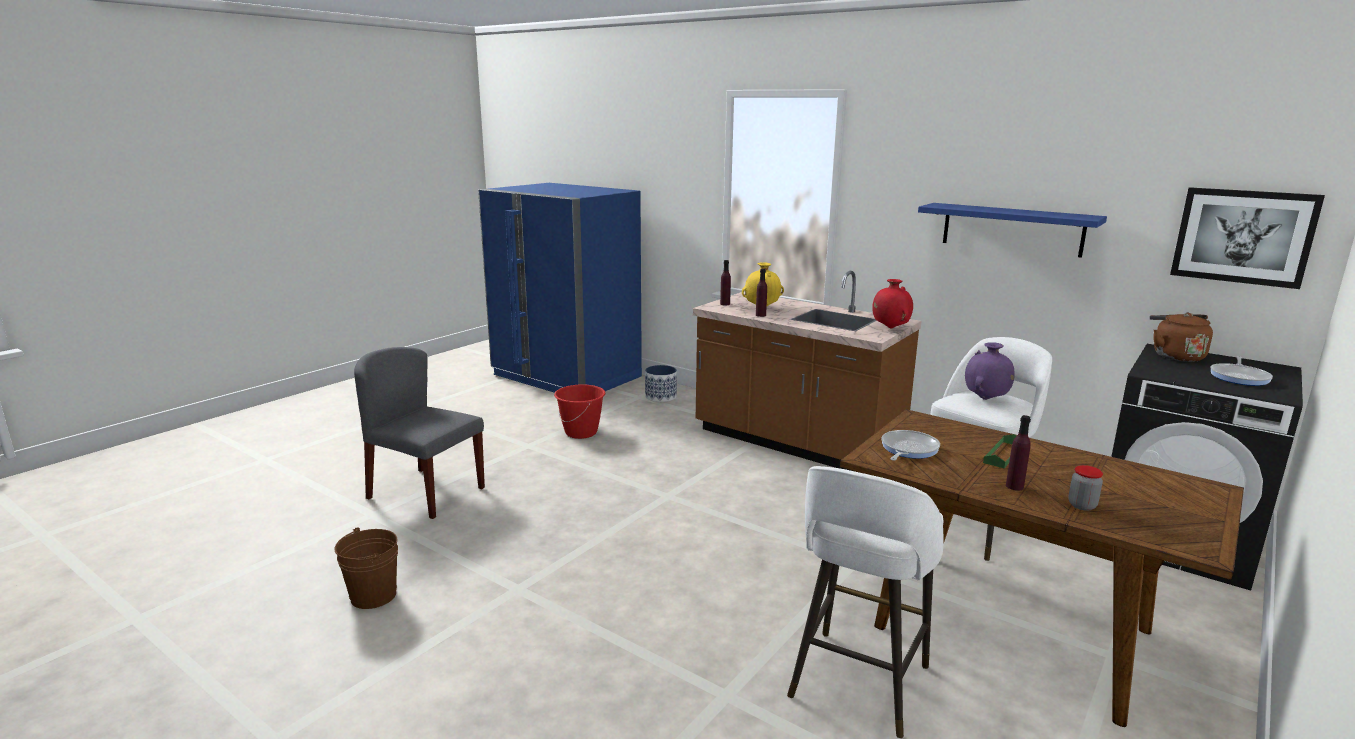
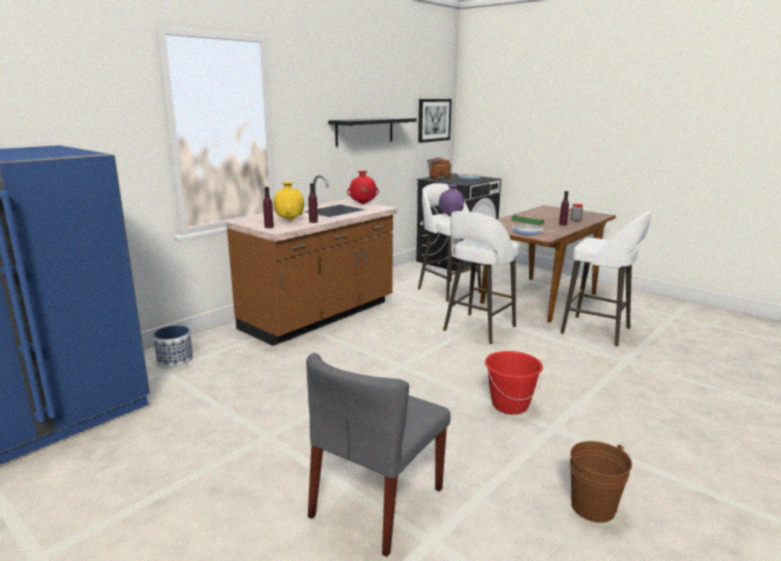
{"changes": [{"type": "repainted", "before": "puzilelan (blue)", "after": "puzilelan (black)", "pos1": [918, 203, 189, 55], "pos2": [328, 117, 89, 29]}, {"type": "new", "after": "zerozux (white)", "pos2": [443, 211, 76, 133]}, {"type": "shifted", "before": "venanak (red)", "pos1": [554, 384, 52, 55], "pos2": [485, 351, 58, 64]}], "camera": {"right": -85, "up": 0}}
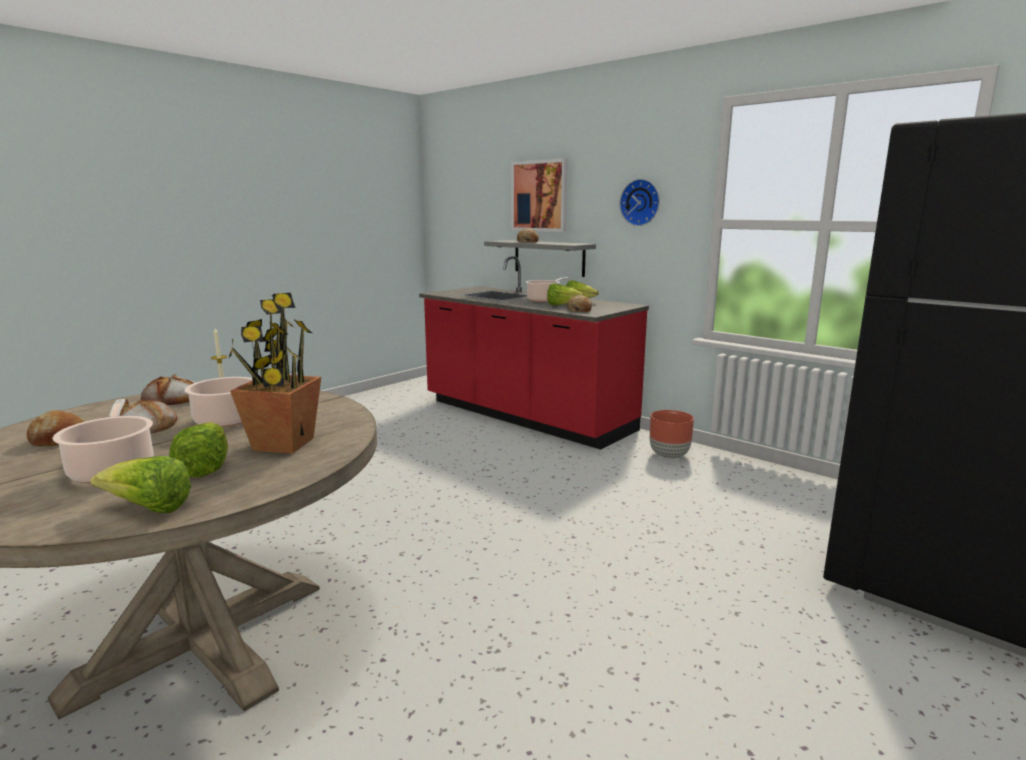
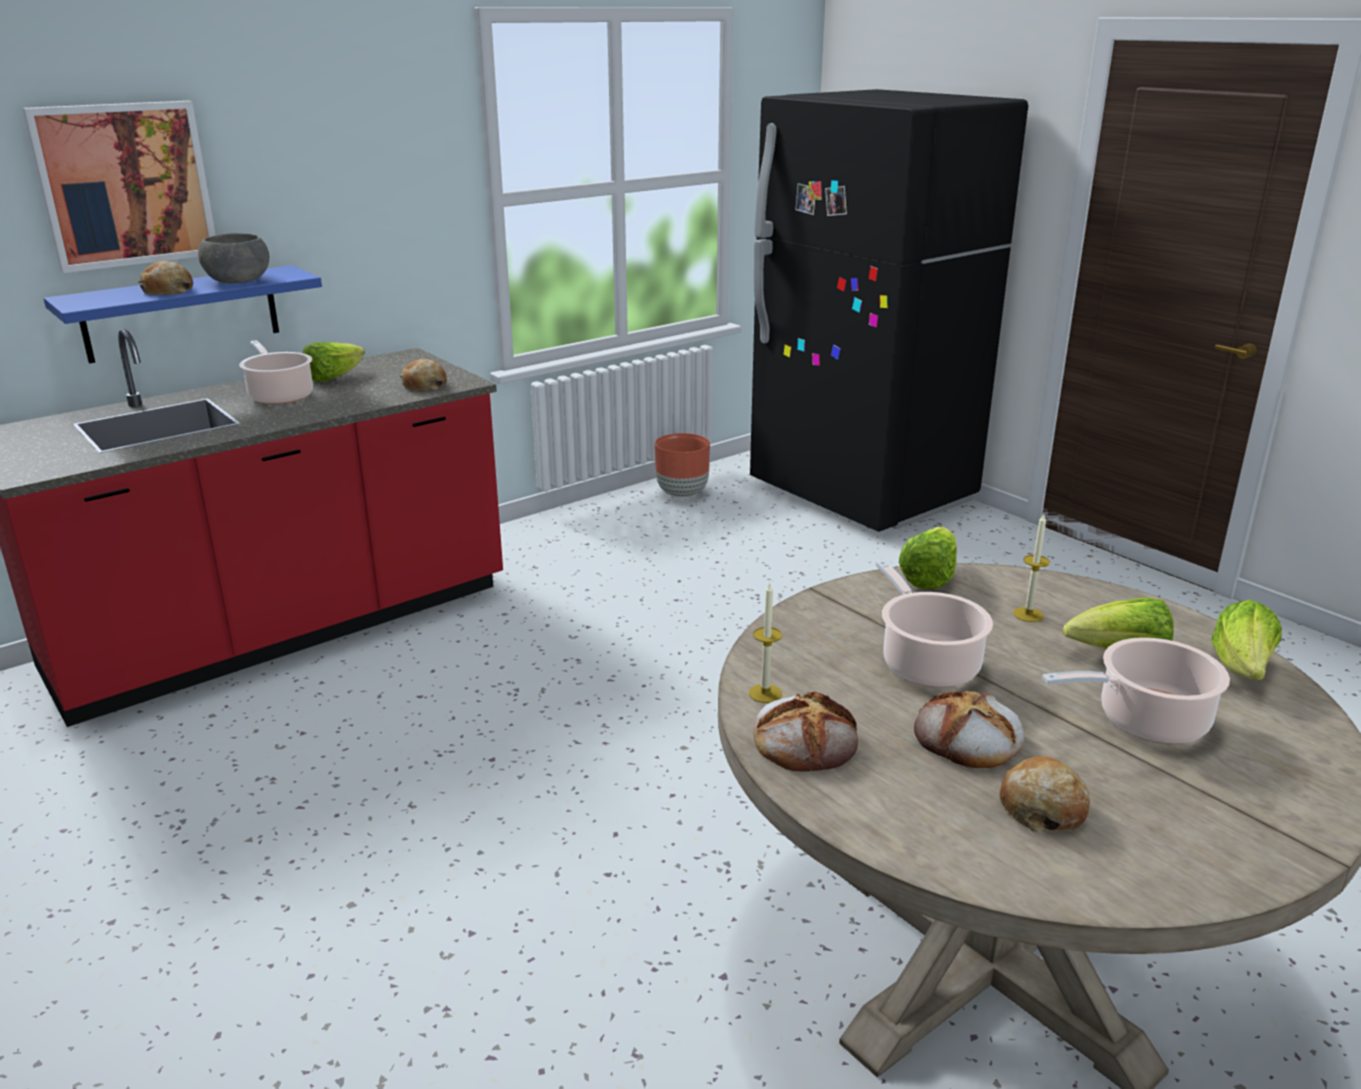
{"changes": [{"type": "repainted", "before": "puzilelan (grey)", "after": "puzilelan (blue)", "pos1": [484, 240, 112, 37], "pos2": [44, 265, 278, 98]}, {"type": "new", "after": "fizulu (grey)", "pos2": [198, 233, 71, 50]}, {"type": "shifted", "before": "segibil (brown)", "pos1": [650, 410, 44, 49], "pos2": [655, 433, 55, 65]}, {"type": "shifted", "before": "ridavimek", "pos1": [547, 283, 37, 23], "pos2": [899, 527, 58, 62]}, {"type": "swapped", "before": "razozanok", "after": "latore", "pos1": [228, 293, 93, 161], "pos2": [1013, 514, 37, 108]}, {"type": "gone", "before": "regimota", "pos1": [620, 179, 40, 47]}], "camera": {"right": -80, "up": 10}}
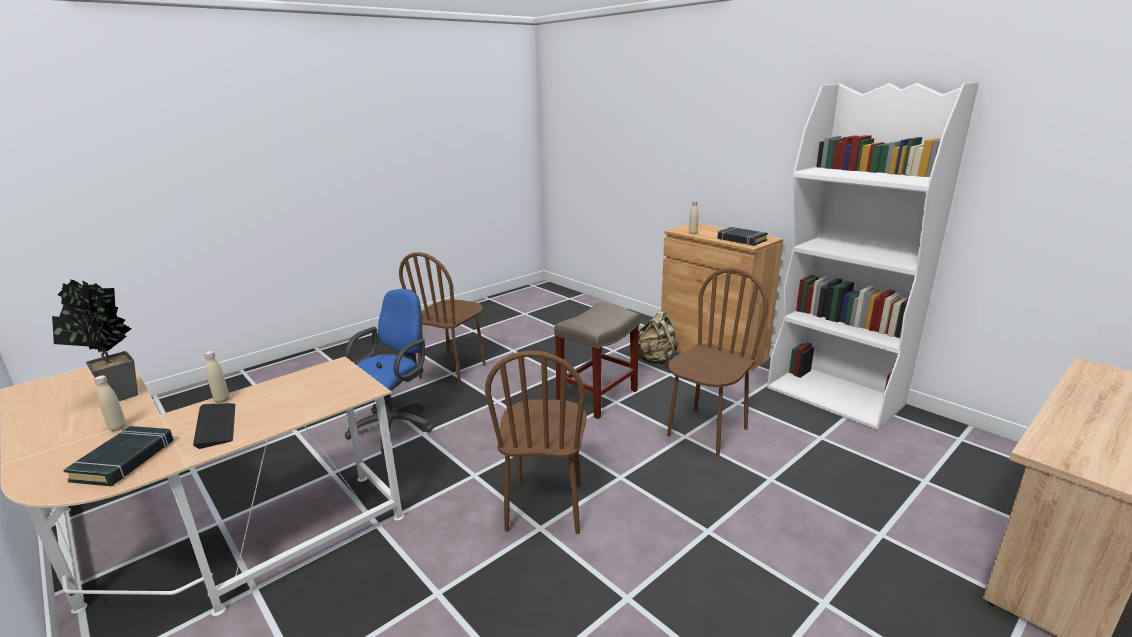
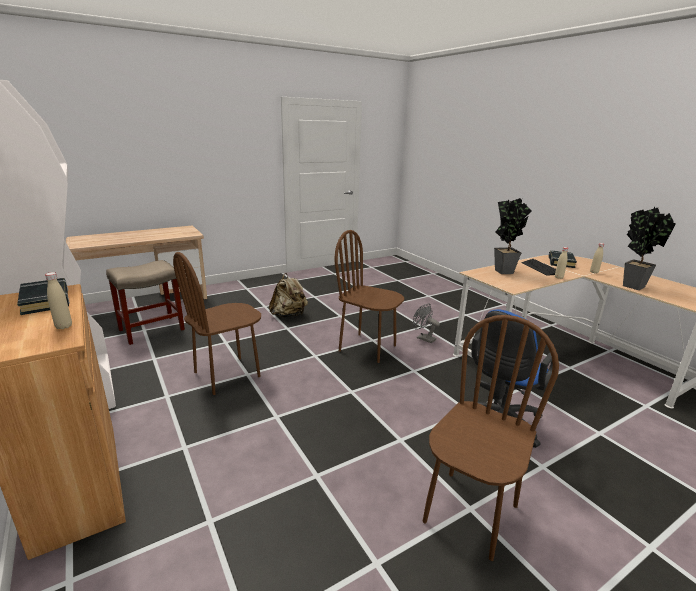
{"changes": [{"type": "shifted", "before": "zerozux (beige)", "pos1": [554, 303, 86, 116], "pos2": [106, 260, 79, 85]}, {"type": "shifted", "before": "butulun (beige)", "pos1": [638, 311, 40, 56], "pos2": [269, 273, 39, 45]}, {"type": "rotated", "before": "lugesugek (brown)", "pos1": [485, 350, 102, 184], "pos2": [335, 230, 69, 133], "turn": -75}, {"type": "new", "after": "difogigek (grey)", "pos2": [413, 304, 27, 39]}, {"type": "new", "after": "razozanok", "pos2": [494, 198, 38, 76]}], "camera": {"right": -170, "up": 0}}
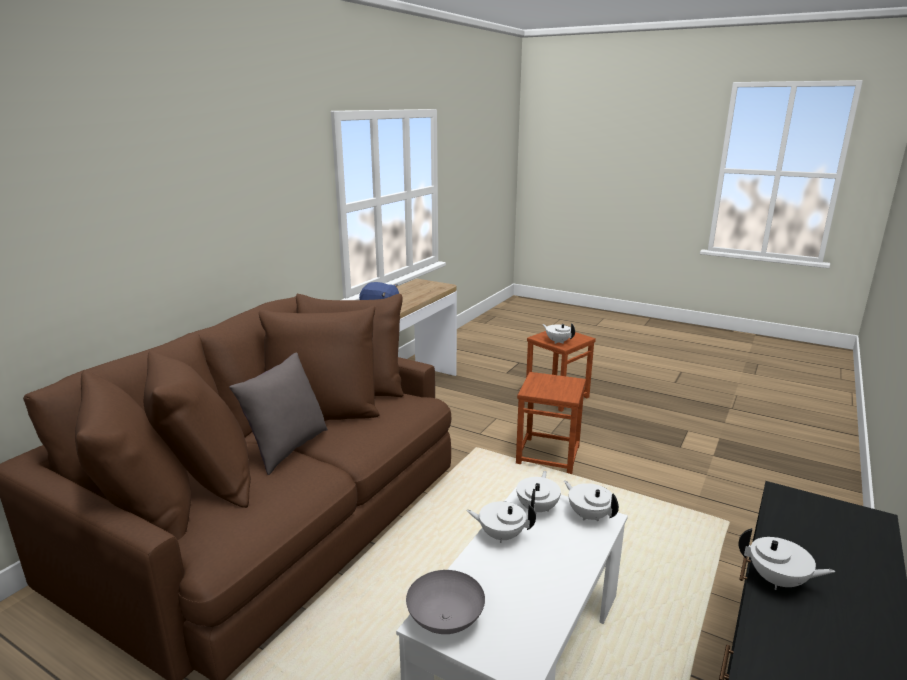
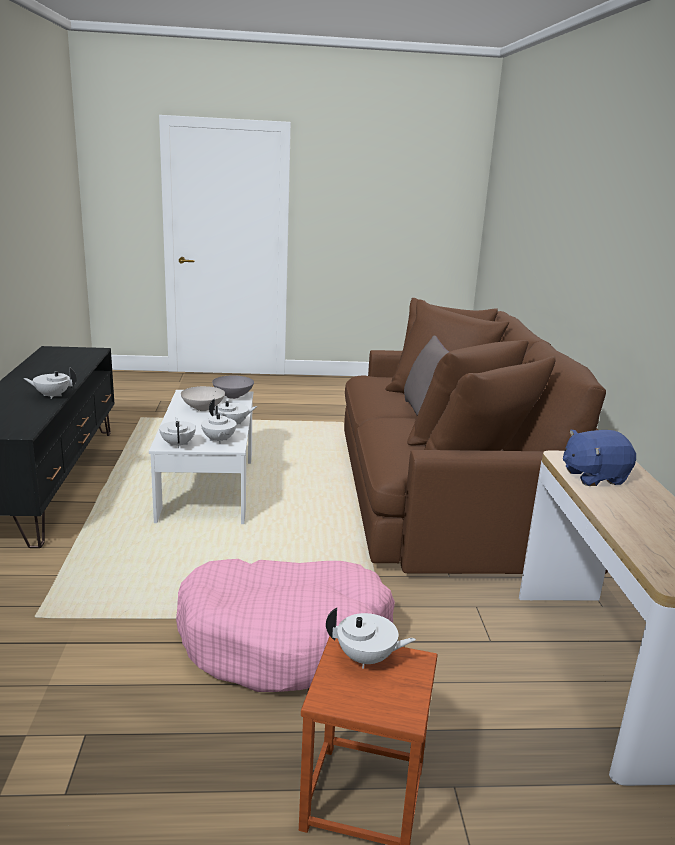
{"changes": [{"type": "rotated", "before": "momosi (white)", "pos1": [564, 481, 55, 40], "pos2": [159, 418, 37, 30], "turn": -120}, {"type": "swapped", "before": "zerozux (brown)", "after": "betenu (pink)", "pos1": [516, 372, 70, 102], "pos2": [176, 559, 219, 133]}, {"type": "new", "after": "fizulu (white)", "pos2": [181, 386, 44, 25]}], "camera": {"right": 145, "up": 0}}
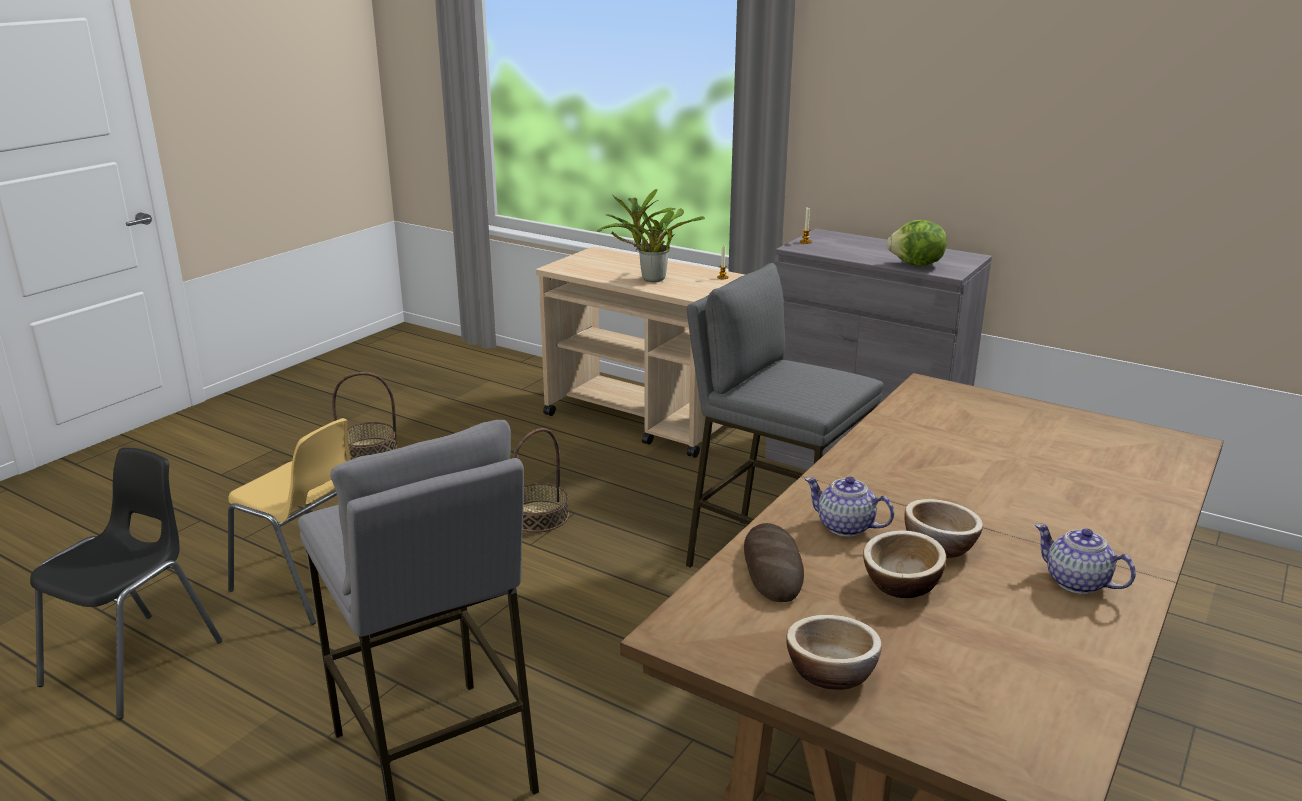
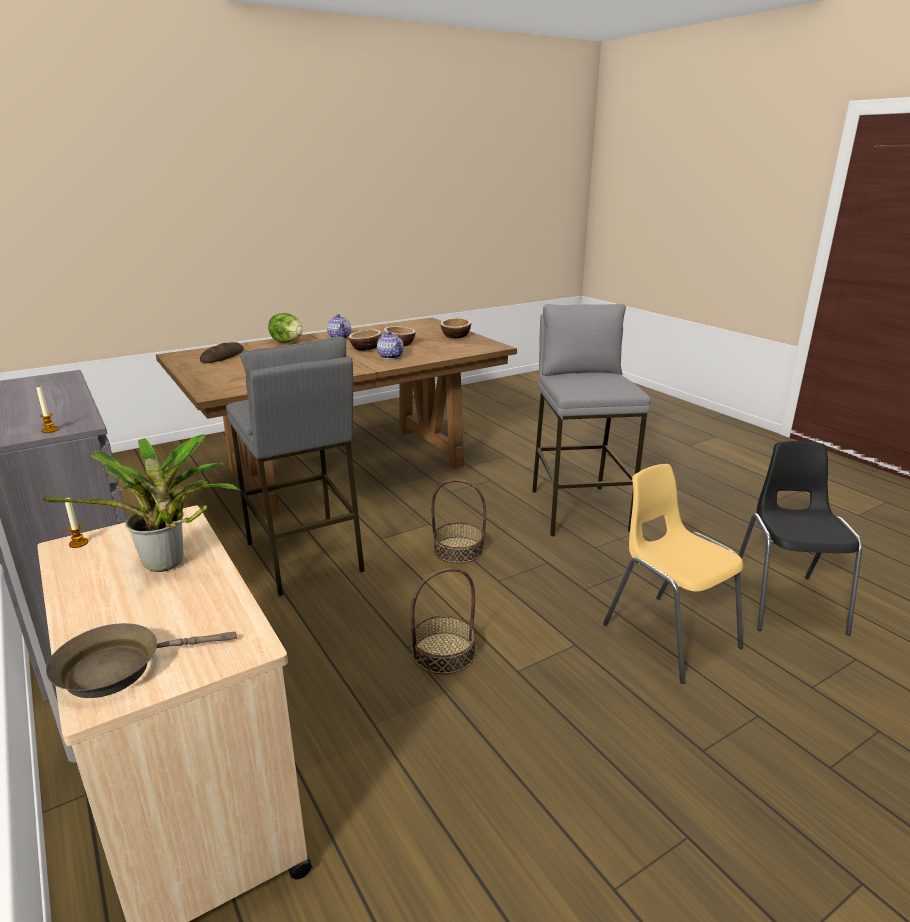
{"changes": [{"type": "new", "after": "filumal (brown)", "pos2": [46, 623, 191, 75]}, {"type": "shifted", "before": "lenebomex", "pos1": [744, 523, 60, 79], "pos2": [200, 342, 44, 21]}, {"type": "shifted", "before": "ridavimek", "pos1": [887, 220, 60, 46], "pos2": [268, 313, 35, 30]}, {"type": "shifted", "before": "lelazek", "pos1": [332, 372, 65, 88], "pos2": [431, 479, 55, 85]}, {"type": "rotated", "before": "lugesugek (black)", "pos1": [30, 448, 192, 272], "pos2": [734, 441, 129, 194], "turn": 135}], "camera": {"right": -155, "up": 0}}
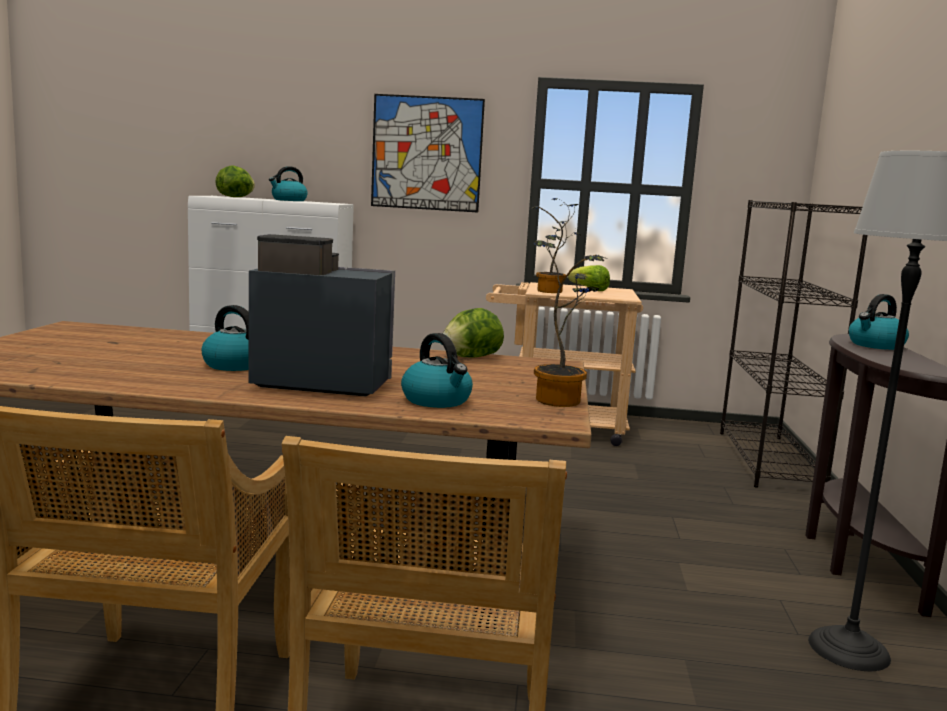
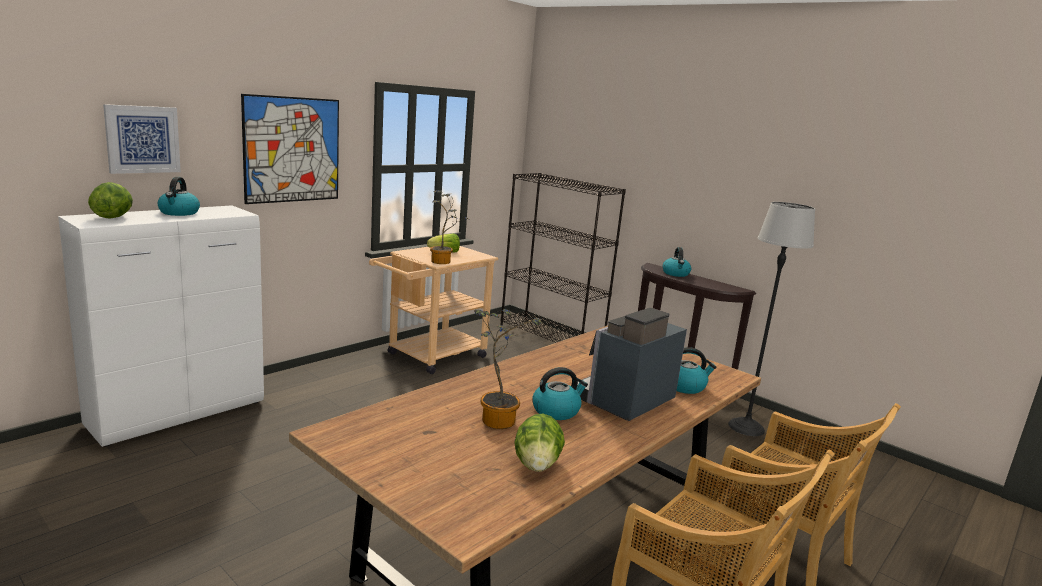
{"changes": [{"type": "new", "after": "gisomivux", "pos2": [103, 104, 78, 70]}, {"type": "shifted", "before": "razozanok", "pos1": [534, 235, 74, 172], "pos2": [474, 308, 69, 121]}, {"type": "shifted", "before": "ridavimek", "pos1": [443, 308, 61, 49], "pos2": [514, 413, 51, 59]}], "camera": {"right": -55, "up": 5}}
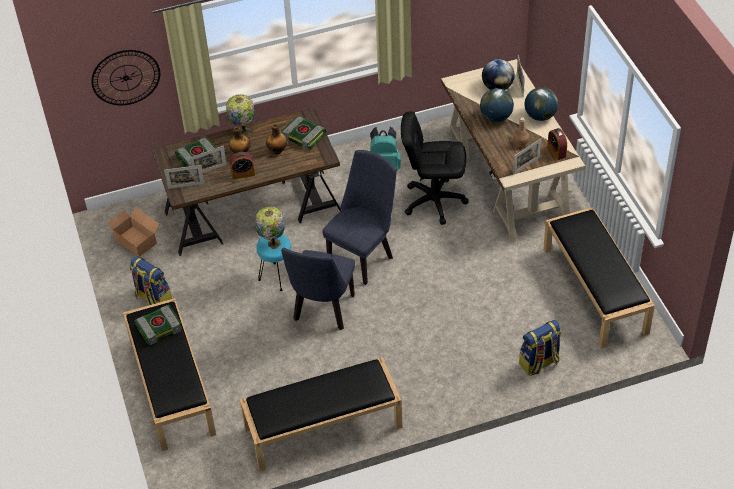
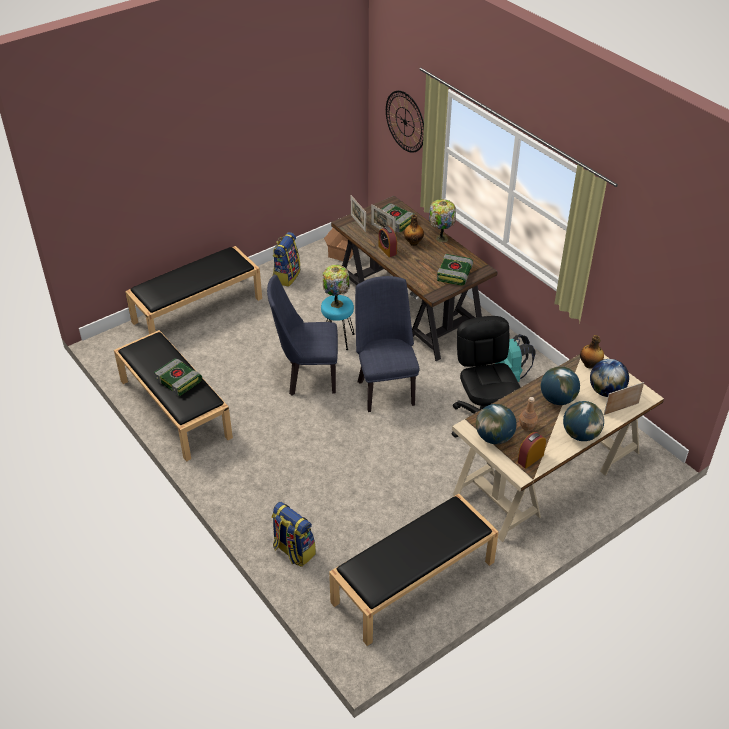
{"changes": [{"type": "shifted", "before": "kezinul", "pos1": [134, 305, 48, 40], "pos2": [154, 358, 48, 38]}, {"type": "rotated", "before": "lugesugek (blue)", "pos1": [322, 150, 74, 135], "pos2": [355, 276, 64, 136], "turn": -120}, {"type": "swapped", "before": "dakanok", "after": "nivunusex", "pos1": [513, 139, 28, 36], "pos2": [476, 404, 41, 40]}, {"type": "shifted", "before": "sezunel", "pos1": [266, 124, 21, 30], "pos2": [580, 335, 24, 33]}], "camera": {"right": 70, "up": -5}}
